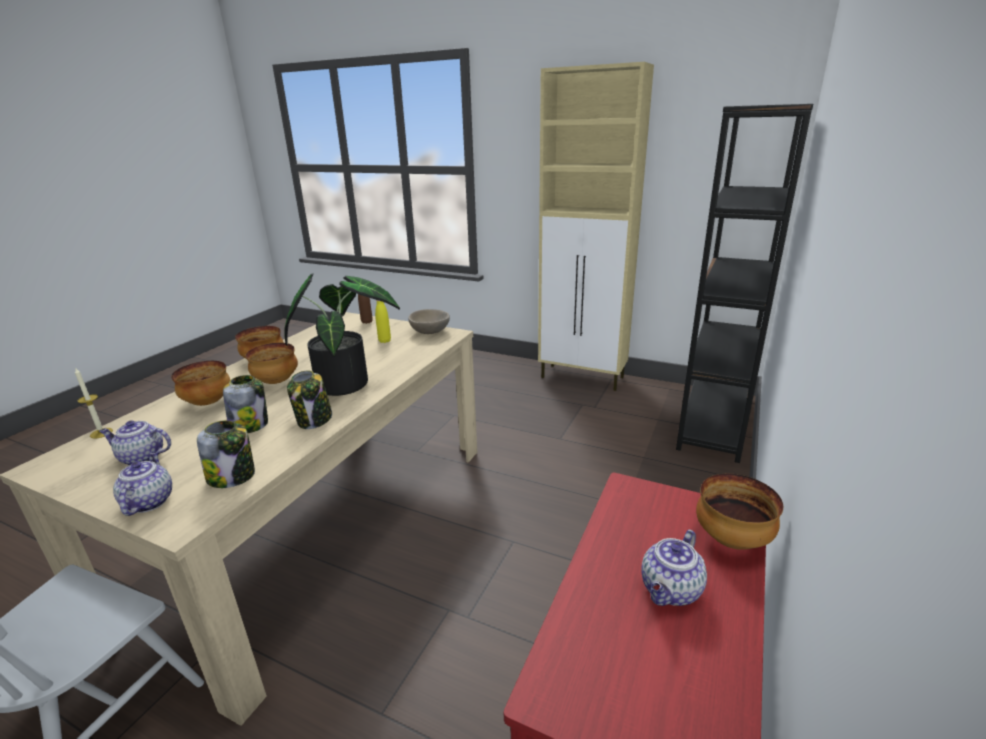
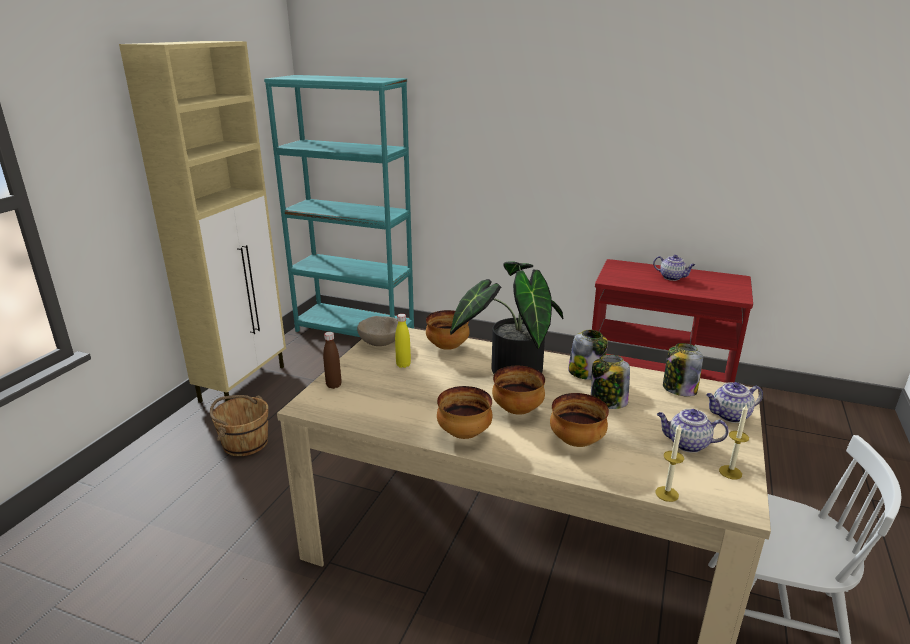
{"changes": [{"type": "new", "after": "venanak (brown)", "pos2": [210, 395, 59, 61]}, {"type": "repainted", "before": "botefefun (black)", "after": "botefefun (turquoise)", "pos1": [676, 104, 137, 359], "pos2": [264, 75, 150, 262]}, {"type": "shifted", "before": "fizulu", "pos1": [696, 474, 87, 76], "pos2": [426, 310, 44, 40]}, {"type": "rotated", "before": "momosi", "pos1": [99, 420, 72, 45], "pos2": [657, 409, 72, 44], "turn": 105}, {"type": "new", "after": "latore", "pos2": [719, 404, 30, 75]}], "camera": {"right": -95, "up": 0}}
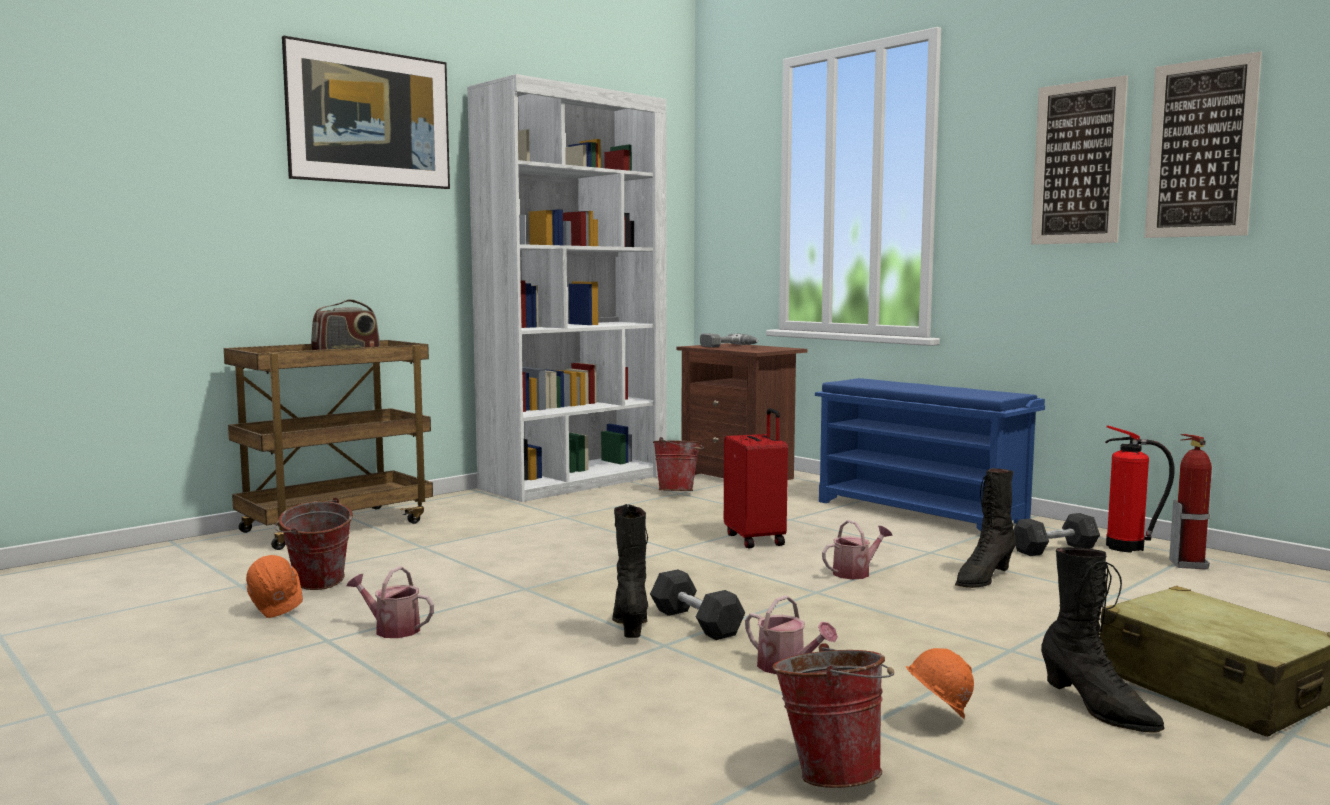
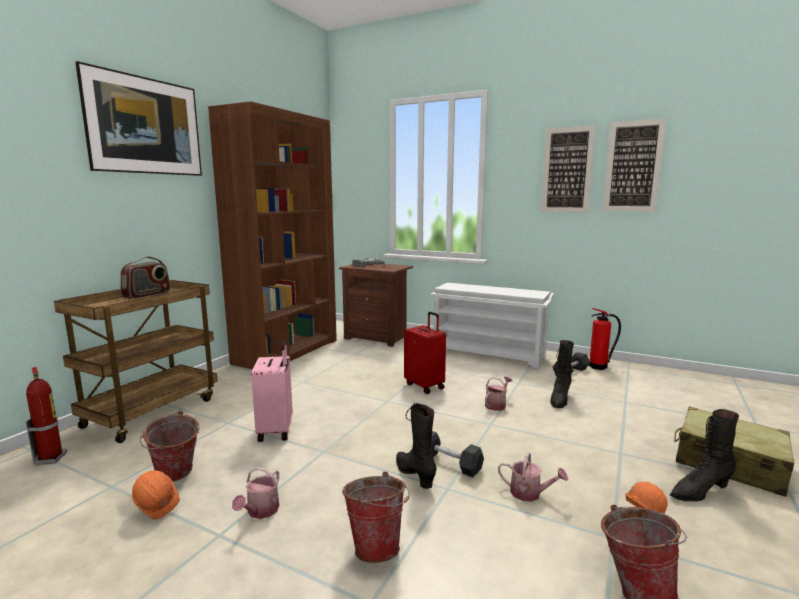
{"changes": [{"type": "shifted", "before": "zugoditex", "pos1": [1169, 434, 43, 136], "pos2": [26, 367, 41, 98]}, {"type": "repainted", "before": "botefefun (white)", "after": "botefefun (brown)", "pos1": [467, 74, 200, 428], "pos2": [208, 101, 129, 268]}, {"type": "rotated", "before": "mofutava", "pos1": [346, 566, 88, 72], "pos2": [232, 467, 47, 52], "turn": -75}, {"type": "new", "after": "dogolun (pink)", "pos2": [251, 341, 42, 101]}, {"type": "shifted", "before": "venanak", "pos1": [653, 437, 51, 54], "pos2": [342, 472, 68, 91]}, {"type": "repainted", "before": "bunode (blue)", "after": "bunode (white)", "pos1": [815, 378, 230, 153], "pos2": [431, 283, 123, 86]}, {"type": "rotated", "before": "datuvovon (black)", "pos1": [1041, 547, 124, 185], "pos2": [670, 409, 69, 92], "turn": 120}], "camera": {"right": -20, "up": 5}}
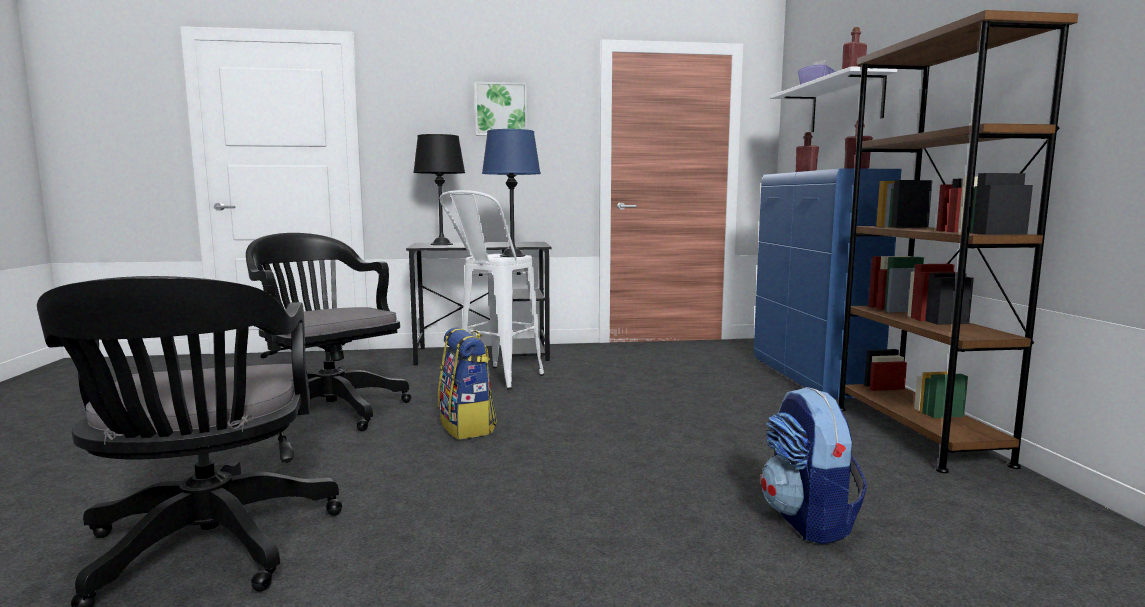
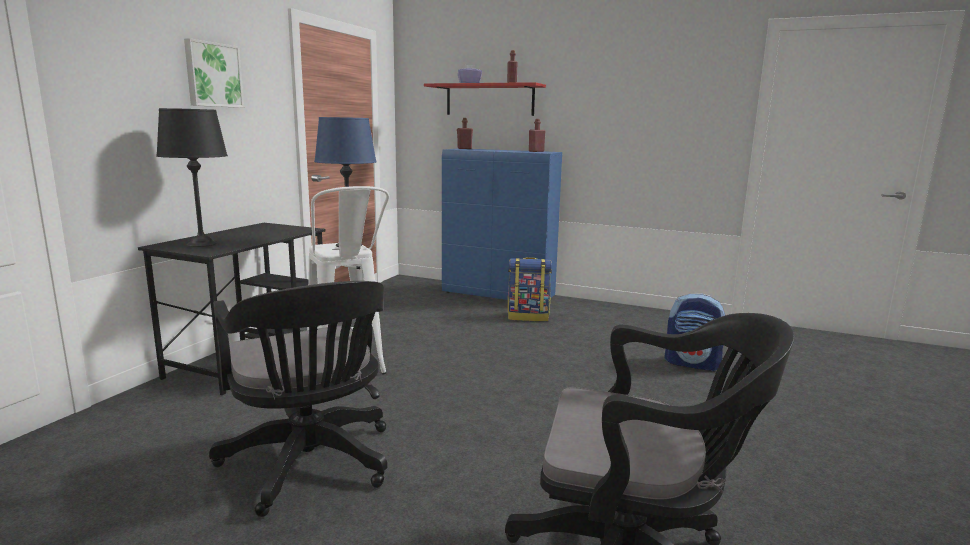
{"changes": [{"type": "rotated", "before": "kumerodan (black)", "pos1": [246, 233, 165, 198], "pos2": [209, 281, 178, 236], "turn": -105}, {"type": "repainted", "before": "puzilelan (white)", "after": "puzilelan (red)", "pos1": [770, 66, 127, 66], "pos2": [424, 82, 122, 34]}, {"type": "shifted", "before": "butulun", "pos1": [438, 327, 59, 113], "pos2": [508, 257, 44, 64]}, {"type": "gone", "before": "botefefun (brown)", "pos1": [839, 10, 239, 463]}], "camera": {"right": -60, "up": 5}}
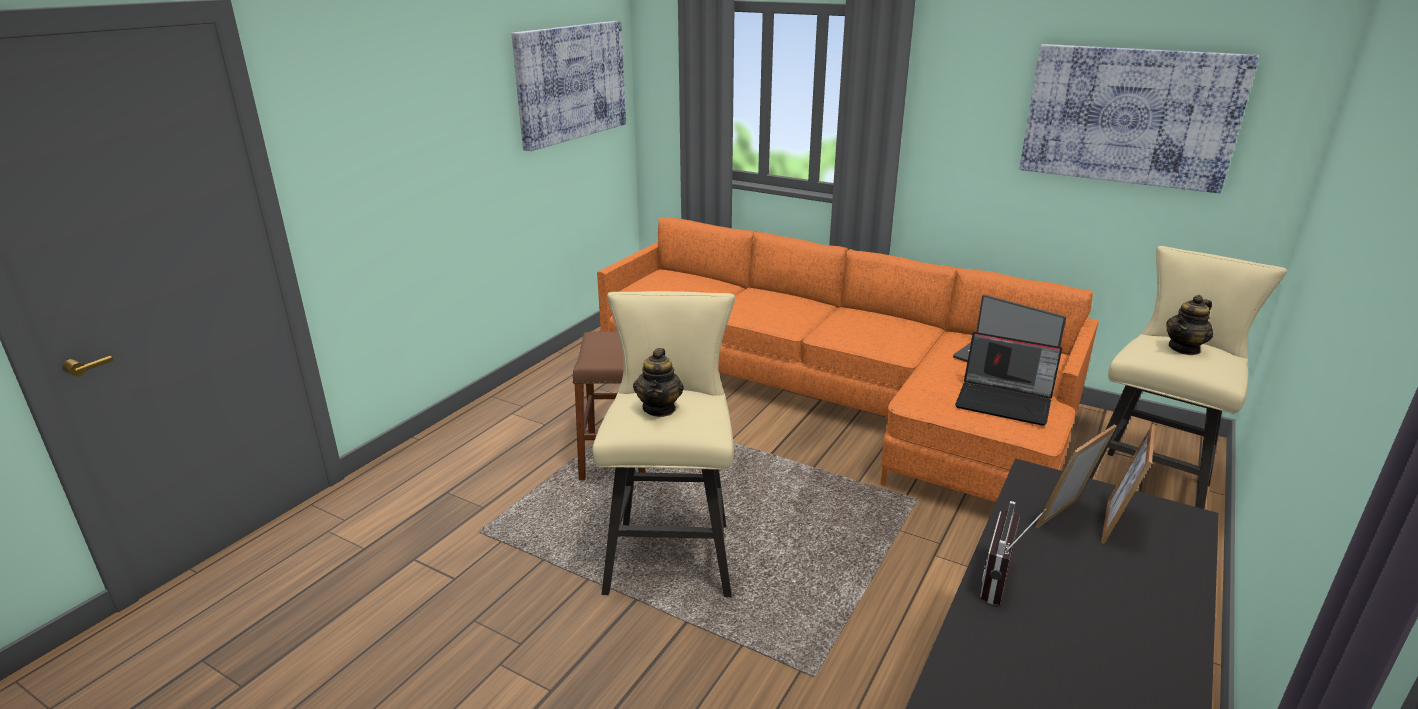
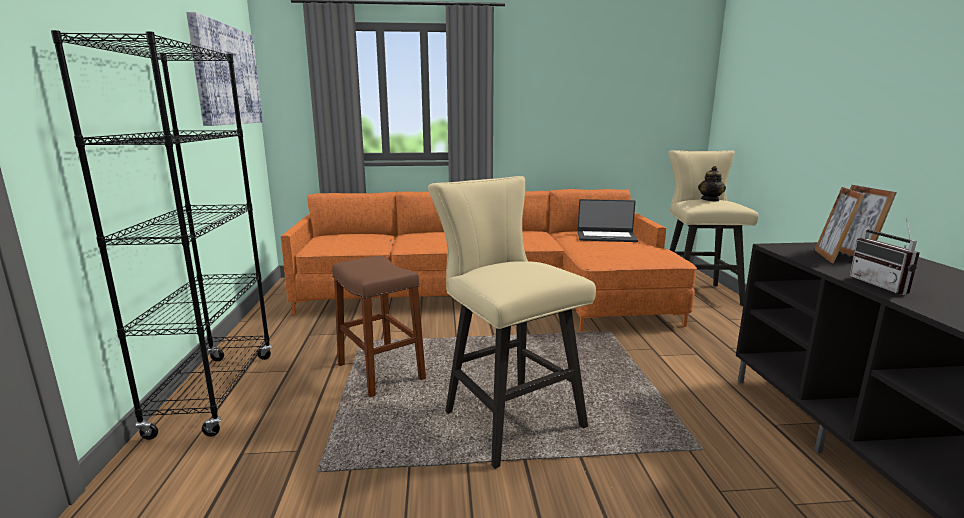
{"changes": [{"type": "new", "after": "botefefun (black)", "pos2": [51, 30, 221, 410]}, {"type": "gone", "before": "momosi", "pos1": [633, 348, 51, 69]}, {"type": "gone", "before": "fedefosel", "pos1": [955, 332, 107, 94]}, {"type": "gone", "before": "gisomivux", "pos1": [1020, 44, 239, 149]}], "camera": {"right": -35, "up": -10}}
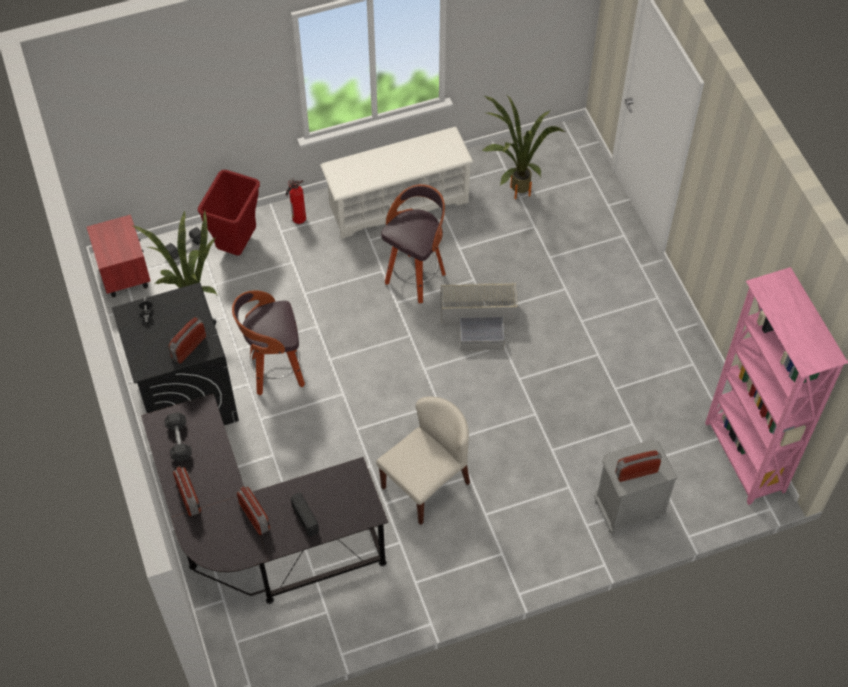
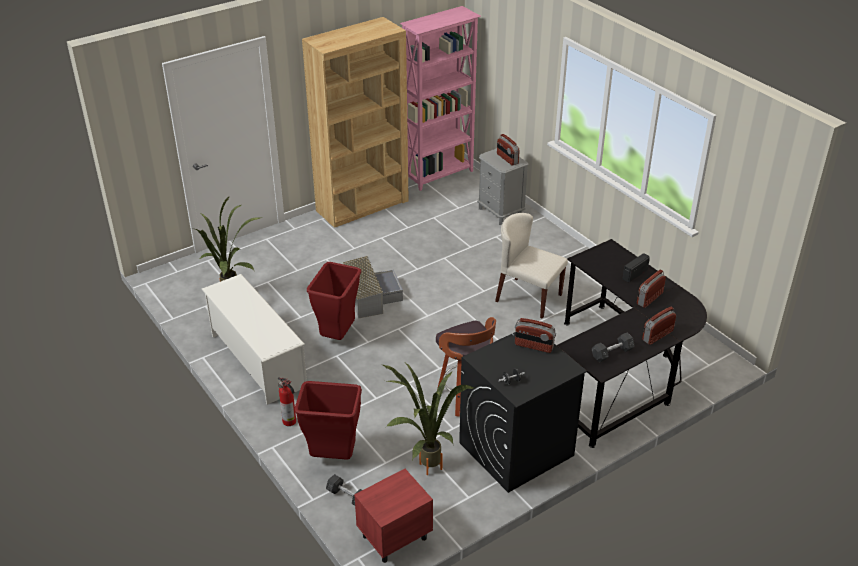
{"changes": [{"type": "new", "after": "botefefun (brown)", "pos2": [302, 17, 107, 211]}, {"type": "swapped", "before": "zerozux", "after": "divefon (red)", "pos1": [381, 184, 65, 119], "pos2": [307, 262, 54, 78]}], "camera": {"right": -105, "up": -20}}
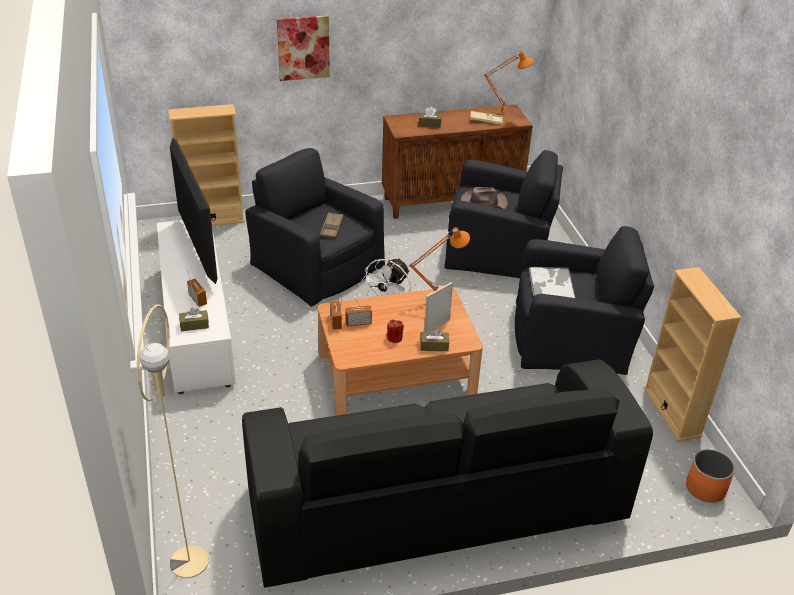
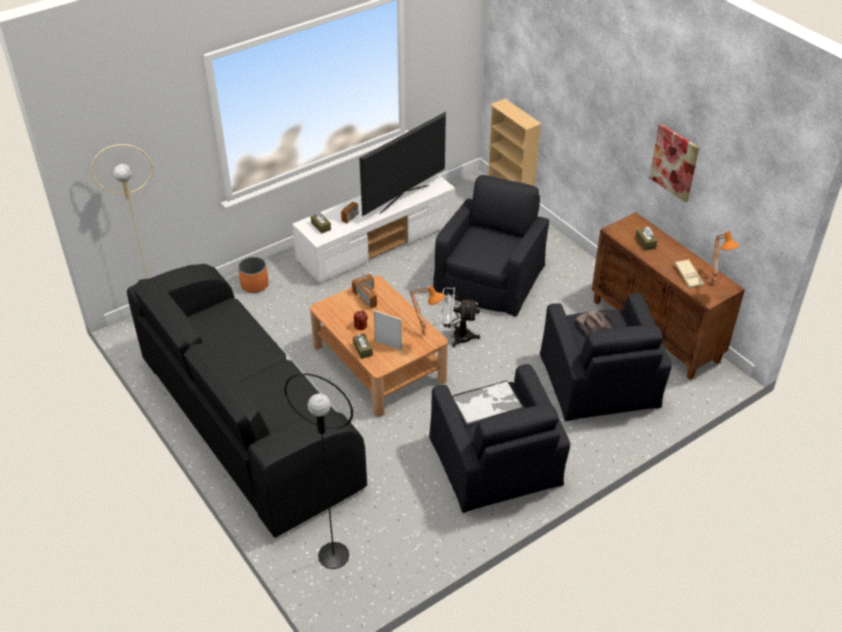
{"changes": [{"type": "shifted", "before": "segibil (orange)", "pos1": [686, 449, 49, 54], "pos2": [238, 257, 31, 36]}, {"type": "new", "after": "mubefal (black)", "pos2": [284, 373, 69, 196]}, {"type": "shifted", "before": "gisomivux", "pos1": [277, 15, 53, 66], "pos2": [649, 124, 50, 78]}, {"type": "gone", "before": "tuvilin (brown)", "pos1": [320, 212, 23, 26]}, {"type": "gone", "before": "botefefun (beige)", "pos1": [643, 267, 99, 174]}], "camera": {"right": 70, "up": 5}}
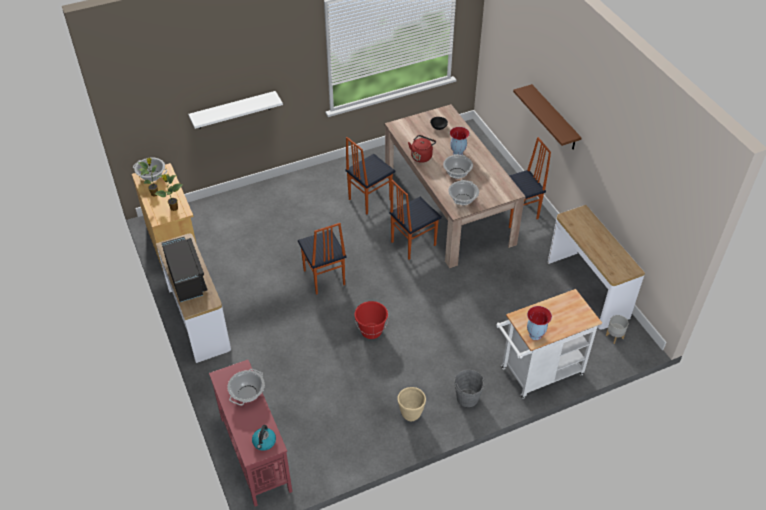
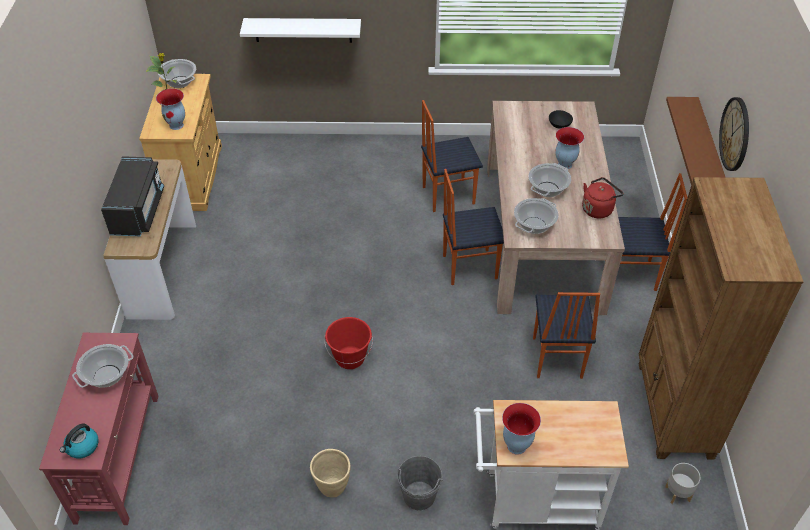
{"changes": [{"type": "swapped", "before": "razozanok", "after": "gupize", "pos1": [155, 174, 28, 37], "pos2": [156, 89, 29, 41]}, {"type": "shifted", "before": "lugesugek", "pos1": [298, 223, 49, 72], "pos2": [533, 292, 67, 87]}, {"type": "shifted", "before": "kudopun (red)", "pos1": [408, 135, 28, 28], "pos2": [582, 177, 42, 41]}, {"type": "swapped", "before": "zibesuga", "after": "botefefun (brown)", "pos1": [548, 205, 97, 125], "pos2": [639, 177, 165, 283]}, {"type": "new", "after": "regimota", "pos2": [719, 97, 30, 74]}], "camera": {"right": 25, "up": 0}}
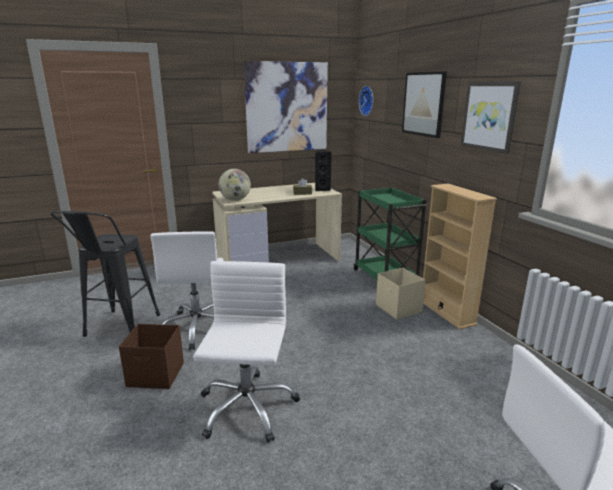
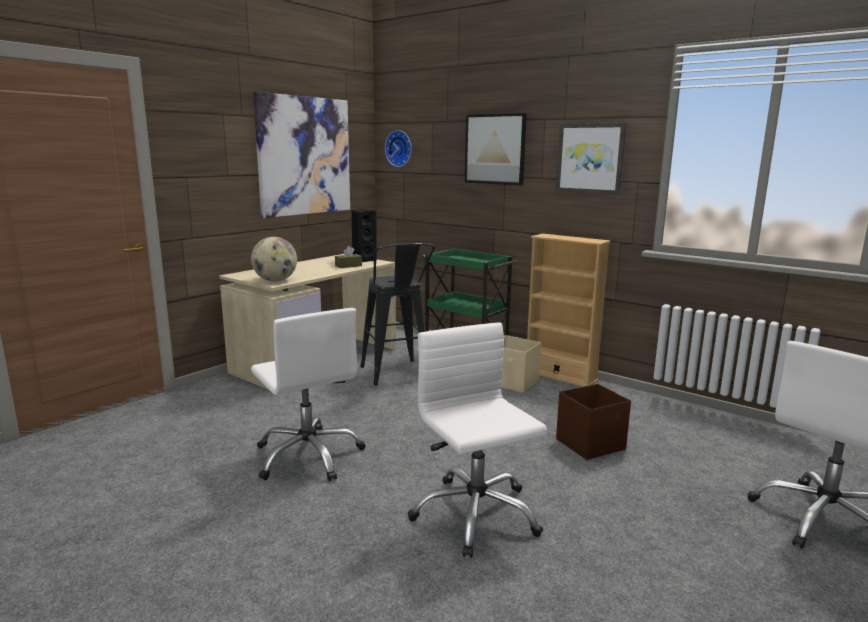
{"changes": [{"type": "shifted", "before": "zerozux (black)", "pos1": [50, 211, 110, 126], "pos2": [360, 243, 75, 142]}, {"type": "shifted", "before": "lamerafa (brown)", "pos1": [119, 324, 65, 65], "pos2": [556, 384, 75, 76]}], "camera": {"right": -30, "up": -5}}
